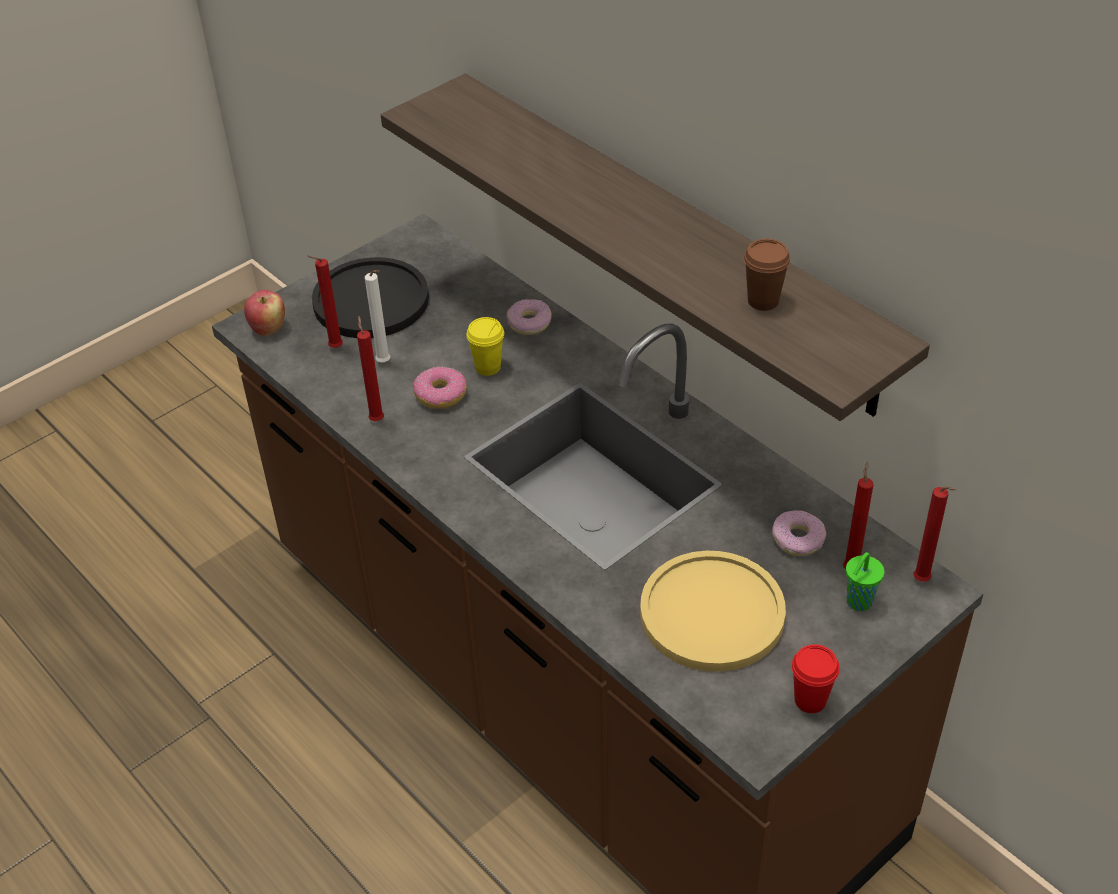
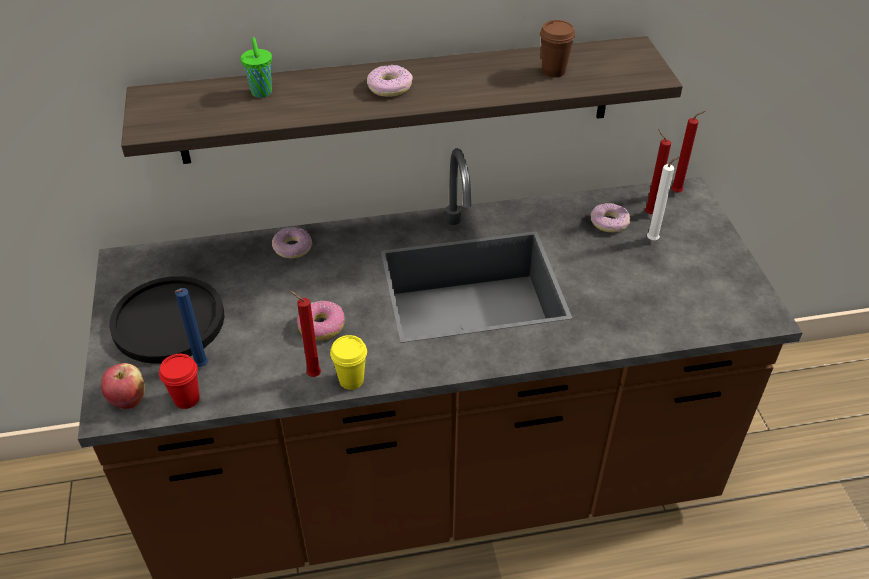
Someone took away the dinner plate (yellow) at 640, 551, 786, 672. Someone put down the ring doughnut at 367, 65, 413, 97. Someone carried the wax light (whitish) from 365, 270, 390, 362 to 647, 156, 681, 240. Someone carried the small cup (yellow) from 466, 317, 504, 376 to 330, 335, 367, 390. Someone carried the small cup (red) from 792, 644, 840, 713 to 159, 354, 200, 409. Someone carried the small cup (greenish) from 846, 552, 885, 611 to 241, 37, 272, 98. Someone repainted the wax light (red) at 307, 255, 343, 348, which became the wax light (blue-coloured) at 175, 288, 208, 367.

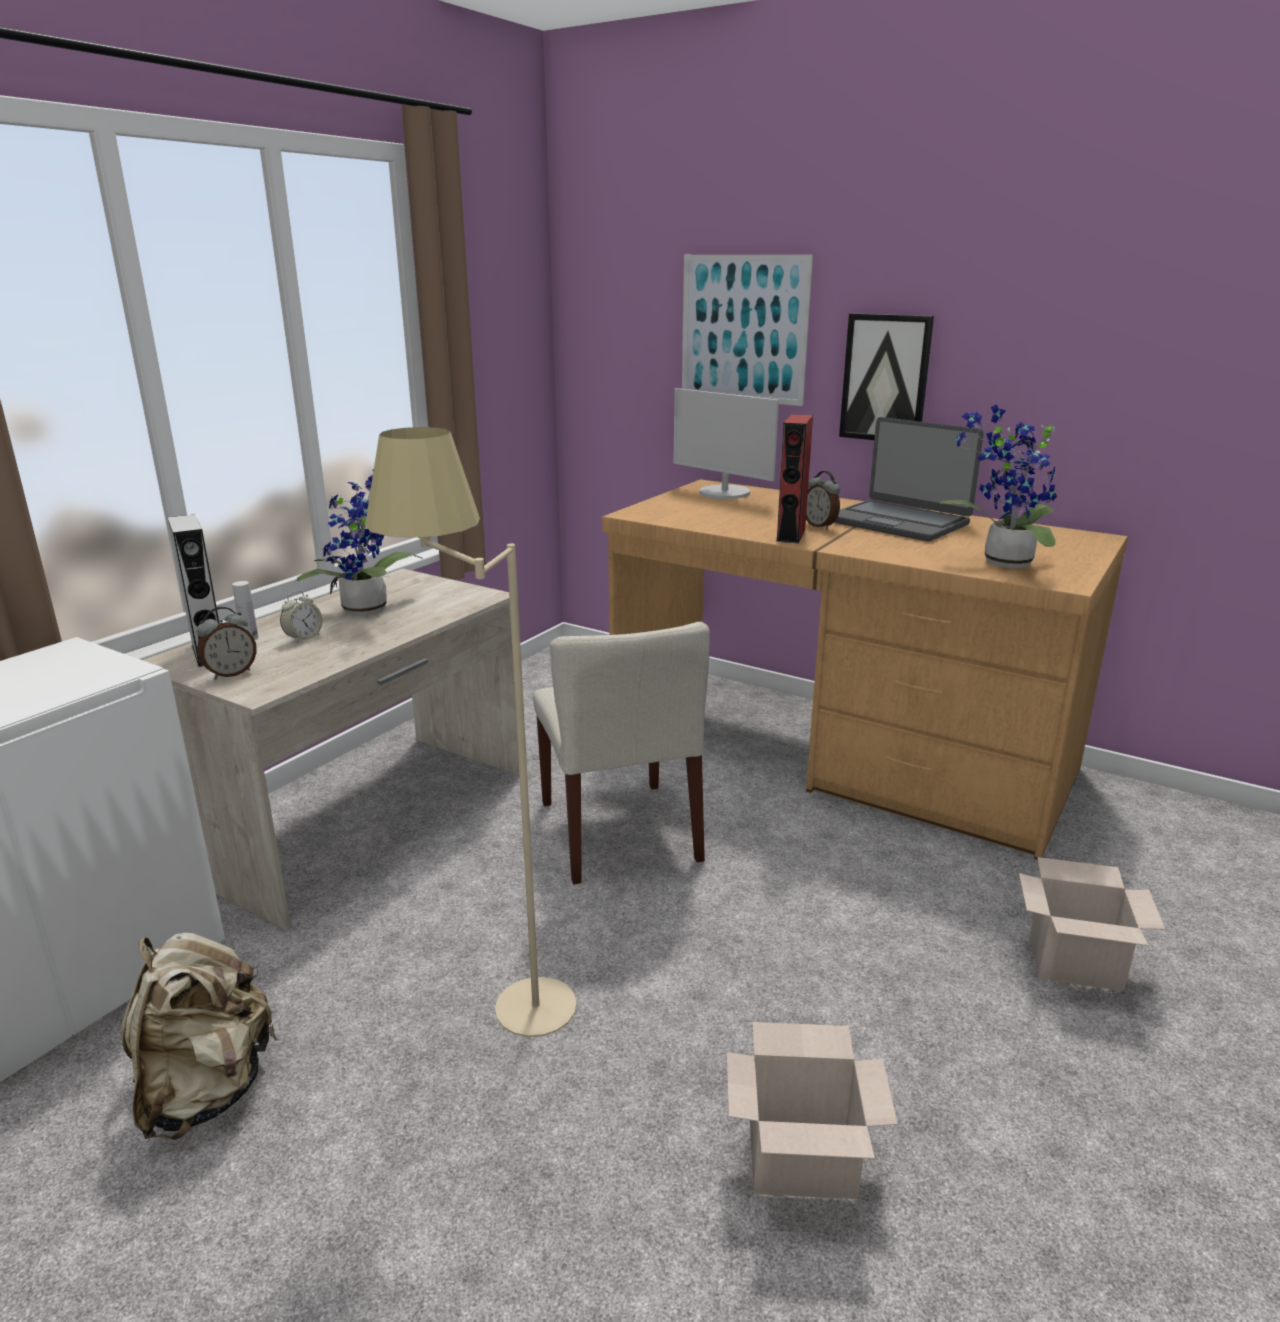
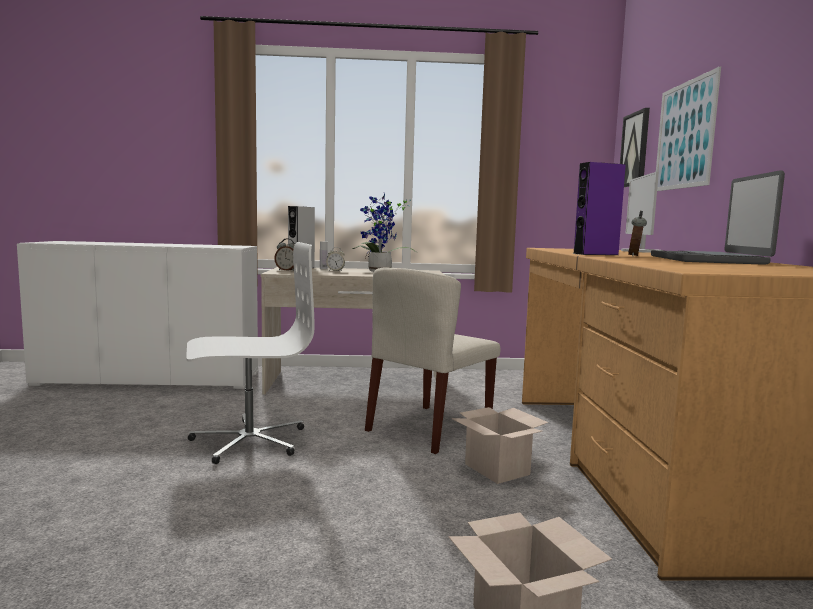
Someone took away the knapsack (beige-coloured) at 121, 932, 278, 1140. Someone took away the houseplant at 940, 404, 1057, 568. Someone carried the packing box from 727, 1022, 898, 1199 to 451, 407, 548, 484. Someone carried the wall picture from 839, 313, 934, 440 to 620, 108, 650, 187. Someone swapped the floor lamp (beige-coloured) at 365, 427, 577, 1037 for the office chair (whitish) at 186, 242, 314, 464. Someone repainted the audio speaker (red) at 776, 414, 813, 543, which became the audio speaker (purple-coloured) at 574, 162, 626, 255.

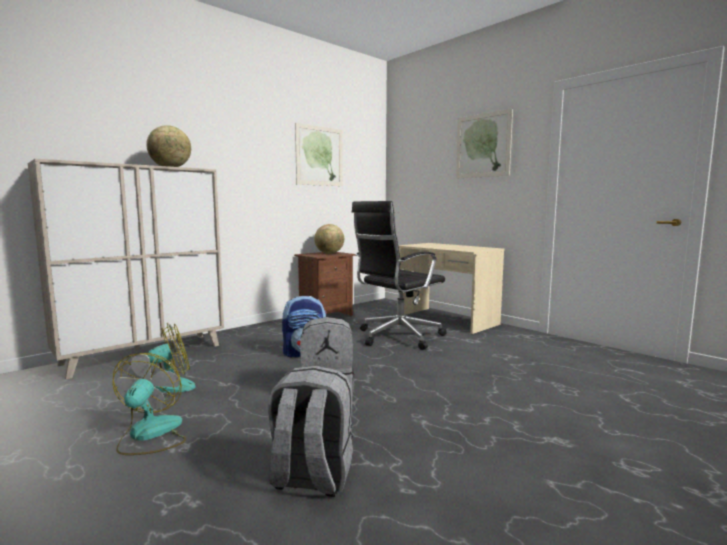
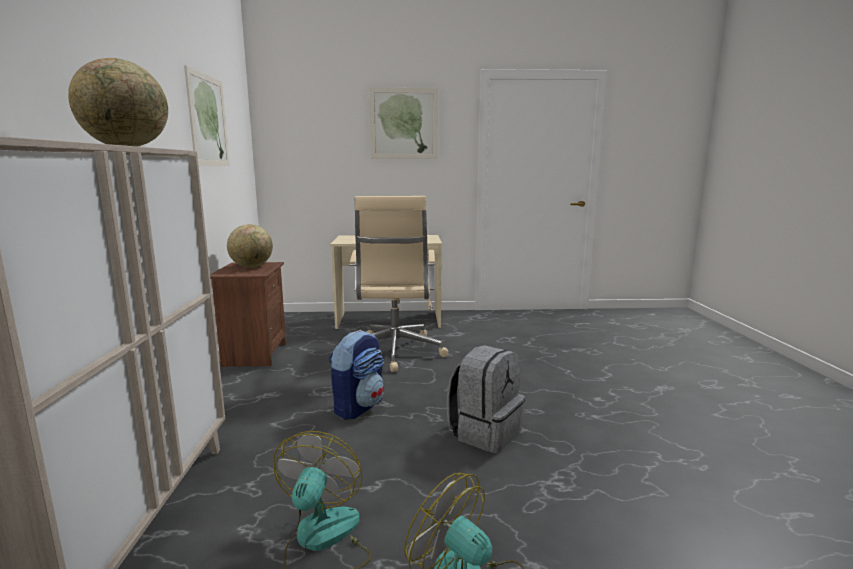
Someone took away the knapsack (gray) at 268, 366, 353, 497. Someone repainted the office chair (black) at 352, 201, 447, 350, which became the office chair (beige-coloured) at 349, 196, 448, 372.

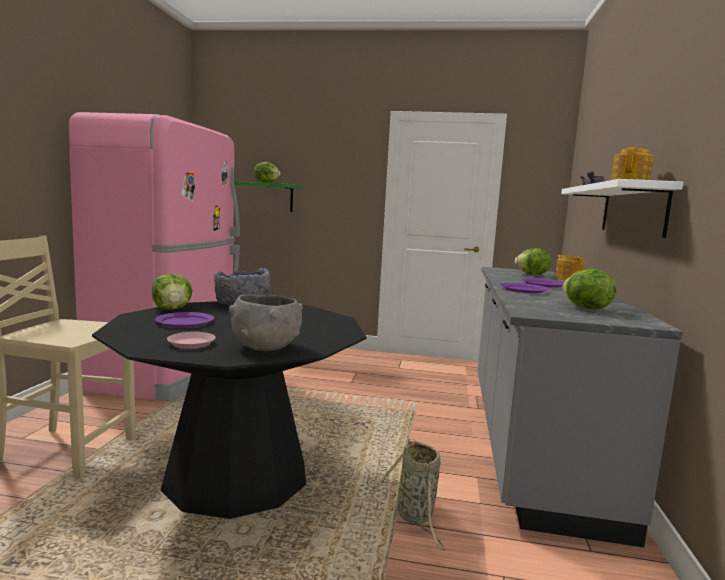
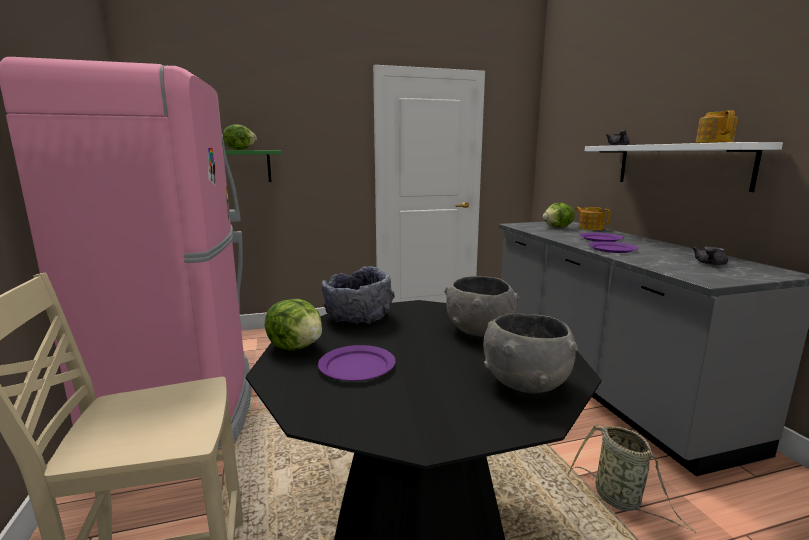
Someone took away the dinner plate (pink-coloured) at 167, 332, 216, 349. Someone put down the serving bowl (gray) at 444, 276, 519, 337. Someone swapped the lettuce head at 563, 269, 616, 309 for the pot for tea (gray) at 692, 246, 728, 265.

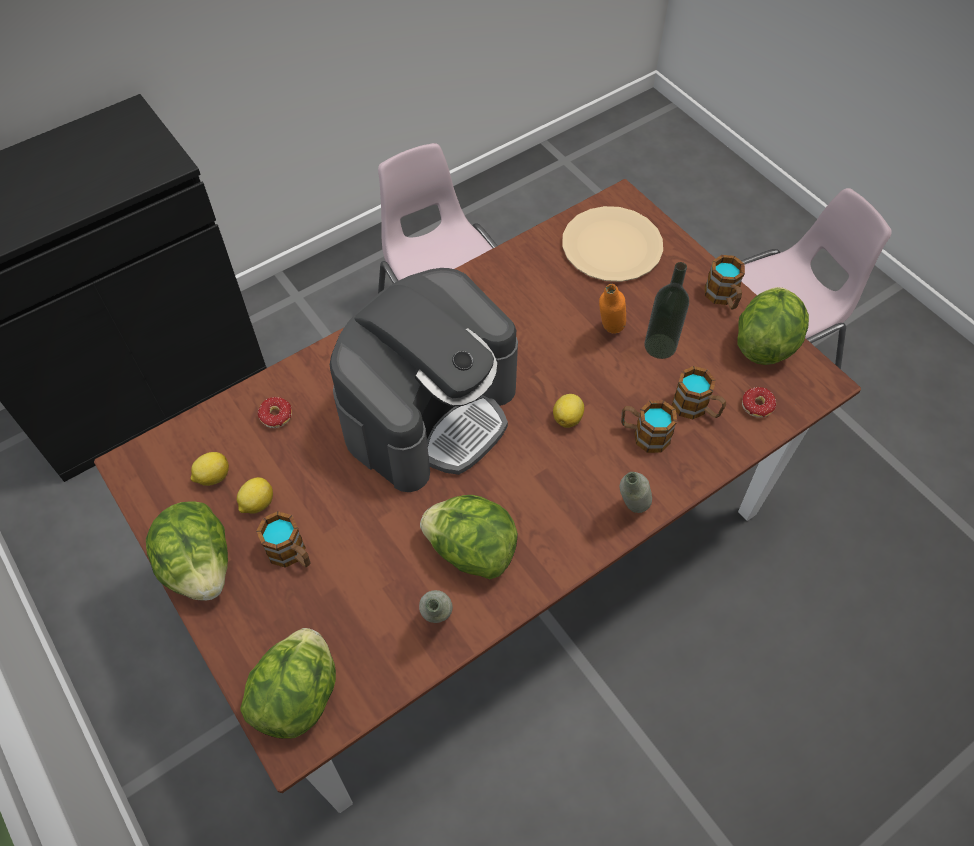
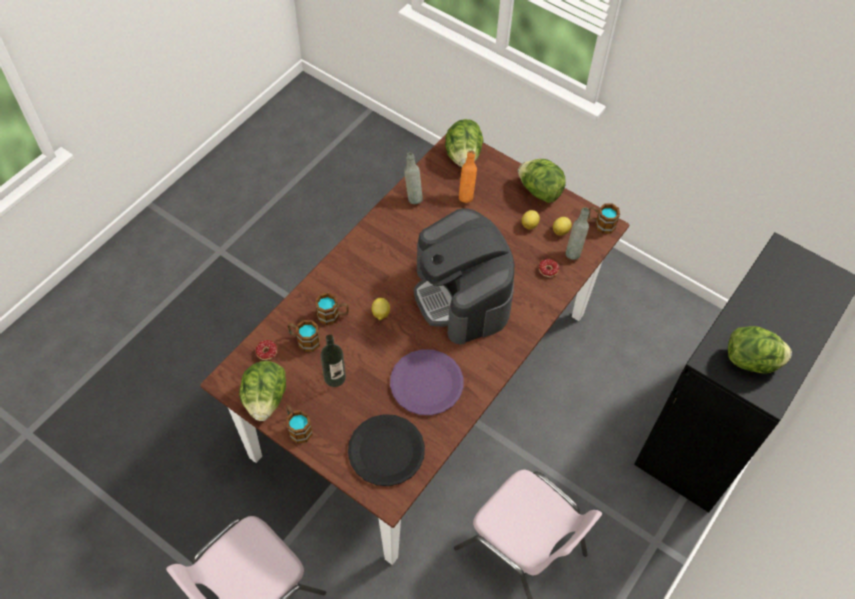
Someone put down the dinner plate (purple-coloured) at 390, 349, 463, 415. Someone carried the mug from 256, 511, 311, 567 to 588, 203, 620, 234. Someone carried the lettuce head from 420, 495, 518, 579 to 728, 326, 792, 373. Someone carried the beverage bottle (orange-coloured) from 599, 284, 626, 334 to 459, 150, 477, 203. Someone carried the beverage bottle (gray) from 620, 472, 652, 513 to 566, 207, 589, 260. Someone repainted the dinner plate (beige-coloured) at 562, 206, 663, 282, which became the dinner plate (black) at 348, 414, 425, 486. Someone rotated the coffee machine at 330, 268, 518, 492 by 45 degrees counterclockwise.

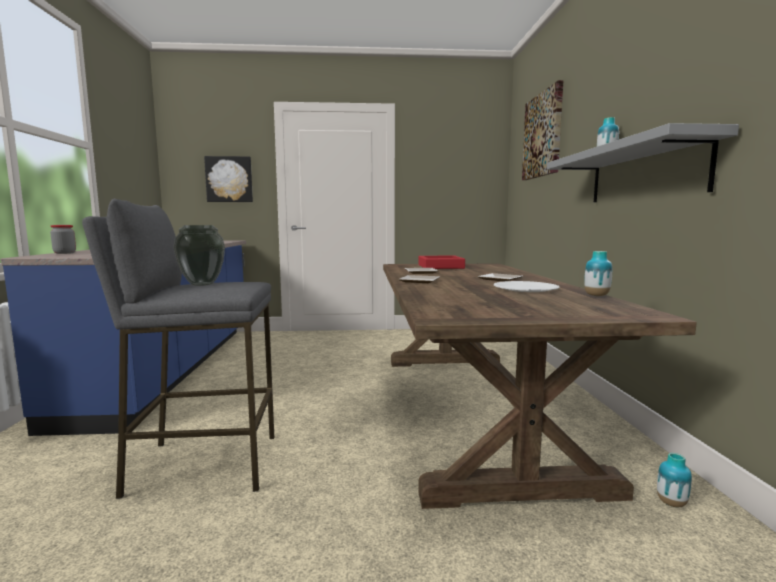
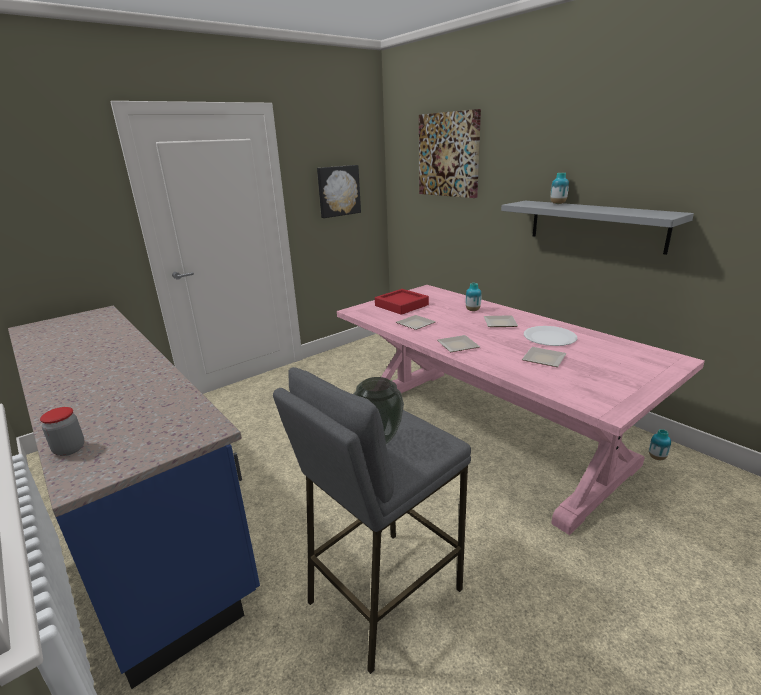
Someone put down the dinner plate at 522, 347, 567, 367. Someone carried the wall picture from 204, 156, 253, 202 to 317, 165, 361, 218. Someone carried the decorative vase from 584, 251, 612, 296 to 466, 283, 481, 311. Someone repainted the kitchen table (brownish) at 383, 264, 697, 509, which became the kitchen table (pink-coloured) at 337, 285, 705, 535.

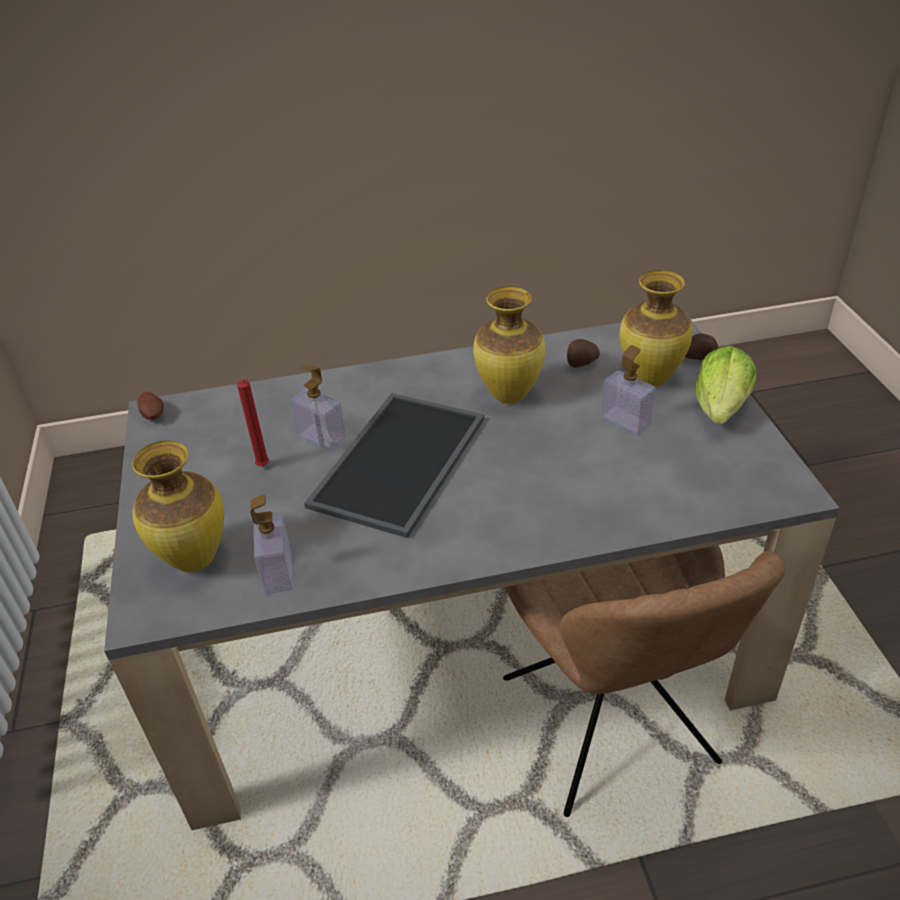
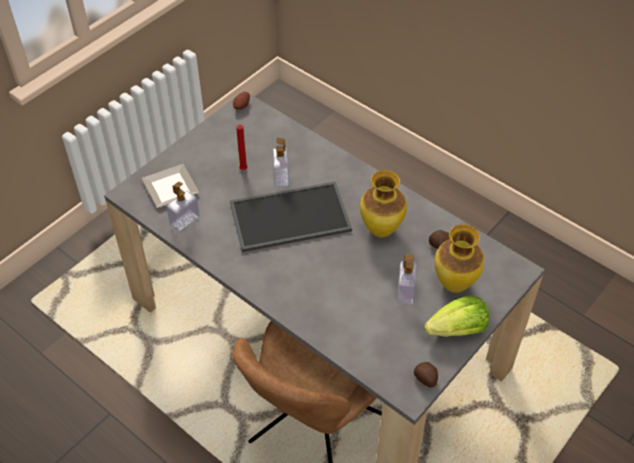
Someone carried the potato from 685, 333, 718, 360 to 414, 362, 438, 387. Someone swapped the decorative vase at 132, 440, 224, 572 for the dinner plate at 142, 164, 199, 208.

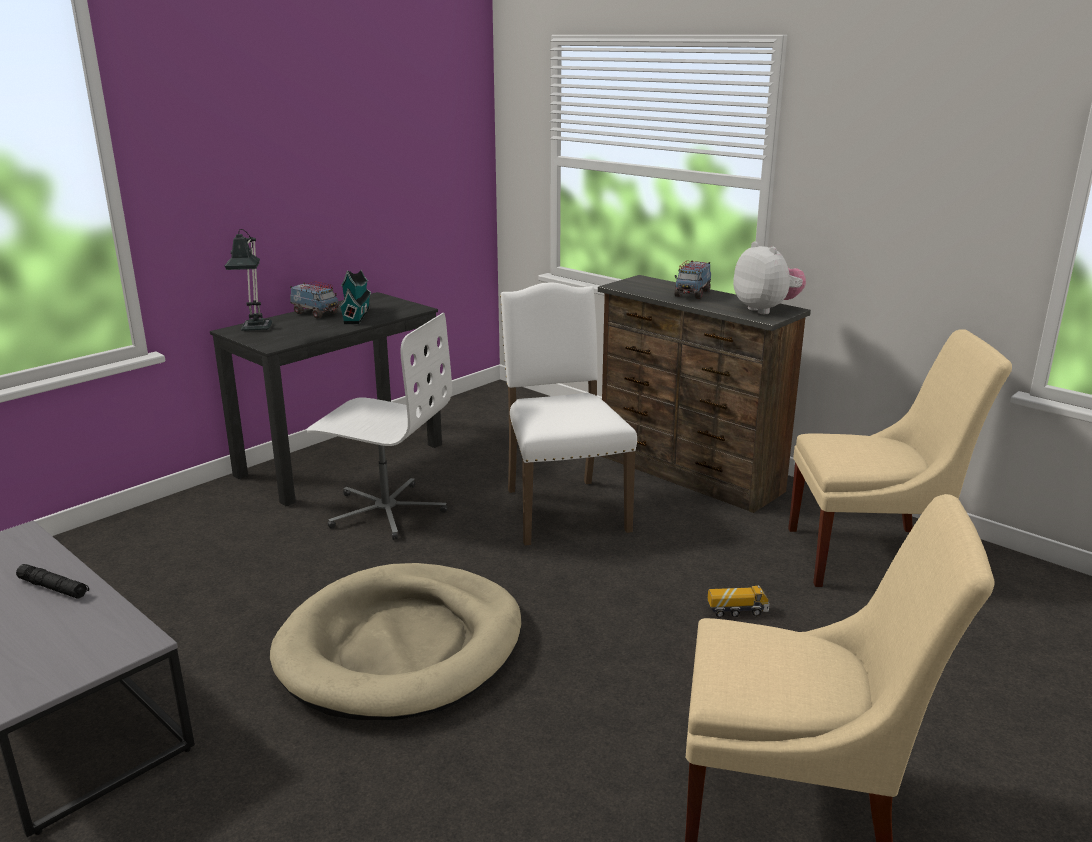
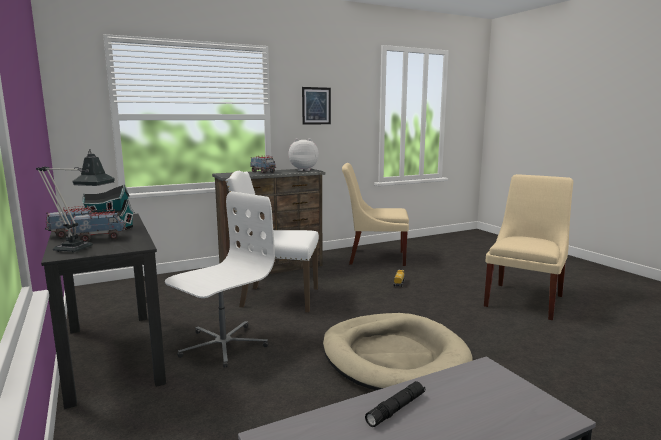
Someone put down the toy lorry at 71, 209, 127, 242. Someone put up the wall picture at 302, 87, 331, 125. Someone rotated the plain chair (beige-coloured) at 788, 329, 1012, 587 by 105 degrees counterclockwise.

